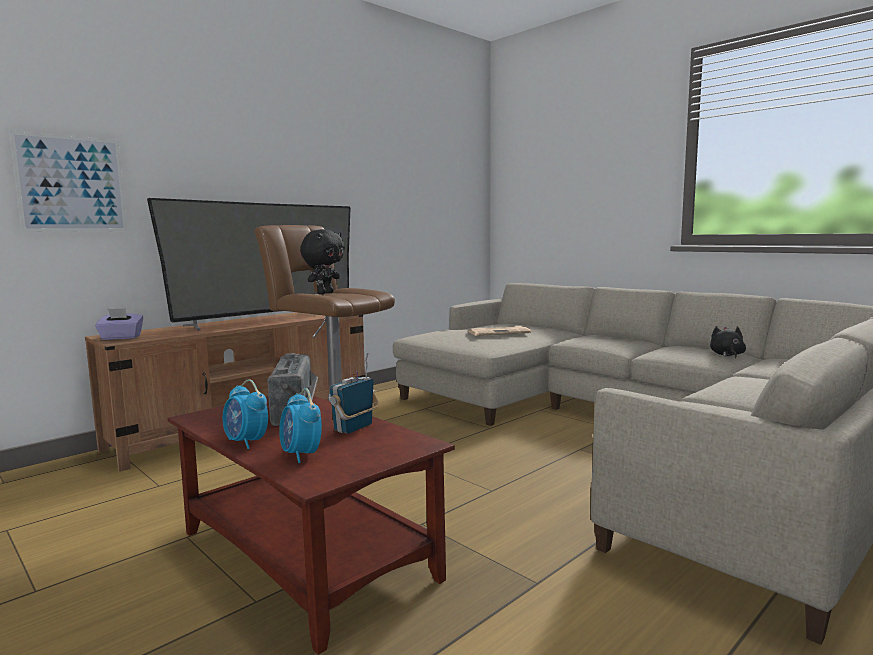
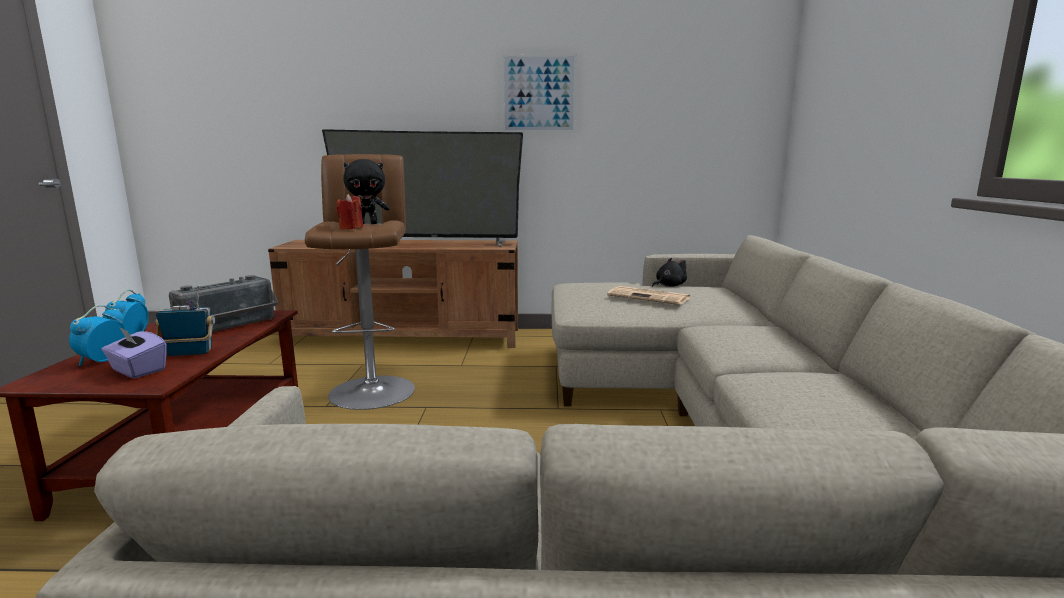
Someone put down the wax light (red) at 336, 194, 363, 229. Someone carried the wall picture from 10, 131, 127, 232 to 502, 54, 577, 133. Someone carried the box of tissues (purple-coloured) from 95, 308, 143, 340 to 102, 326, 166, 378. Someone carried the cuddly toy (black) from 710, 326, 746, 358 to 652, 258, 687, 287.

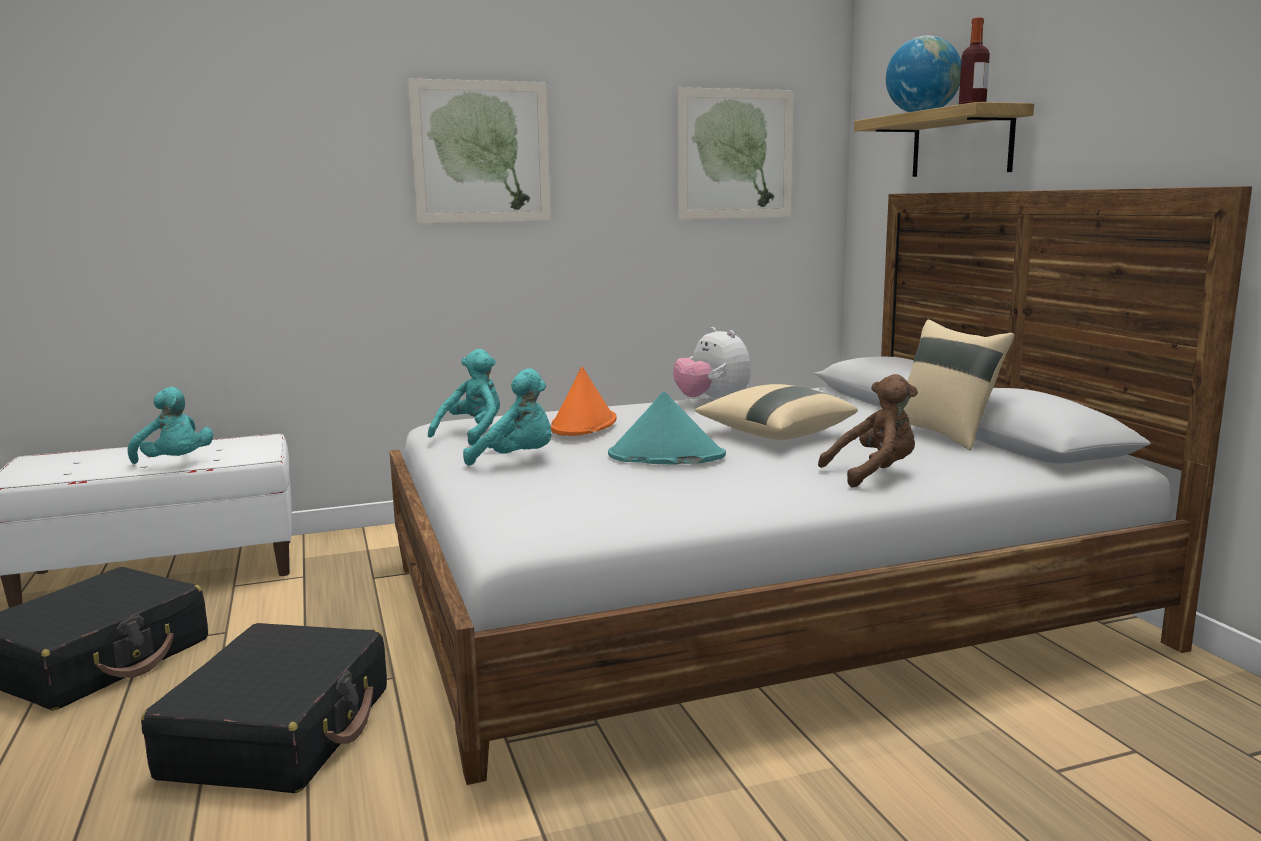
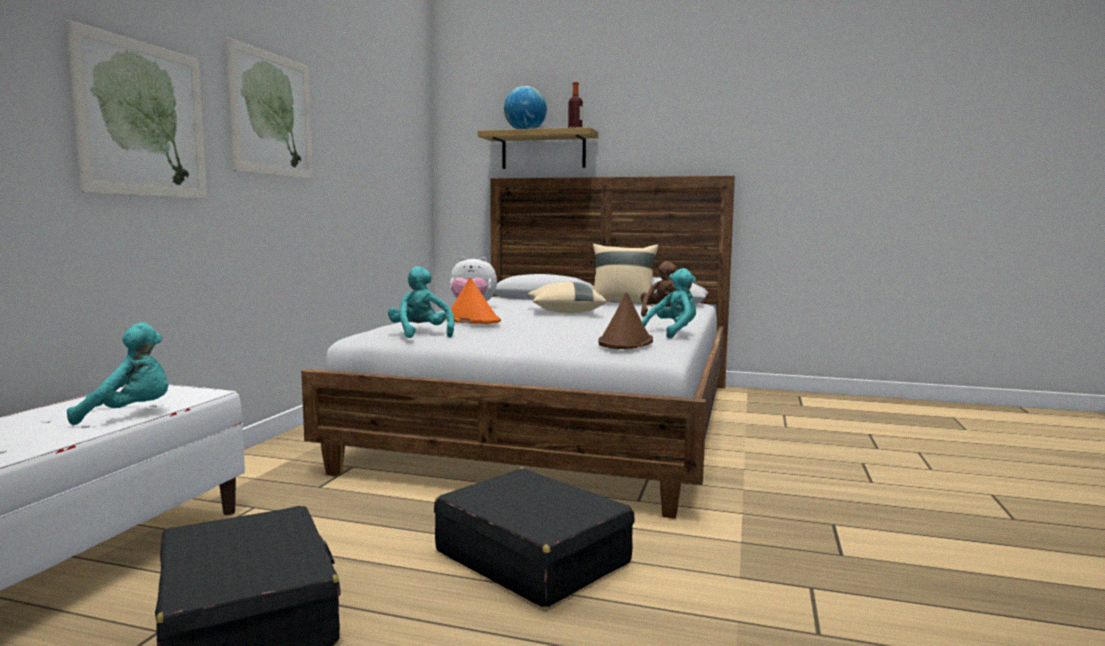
Someone took away the clothing hat (blue-green) at 608, 392, 726, 465. Someone put down the clothing hat (brownish) at 598, 292, 653, 349. Someone carried the cuddly toy (blue-green) from 463, 368, 552, 466 to 642, 268, 696, 339. Someone carried the wall picture from 678, 87, 794, 220 to 66, 20, 207, 199.

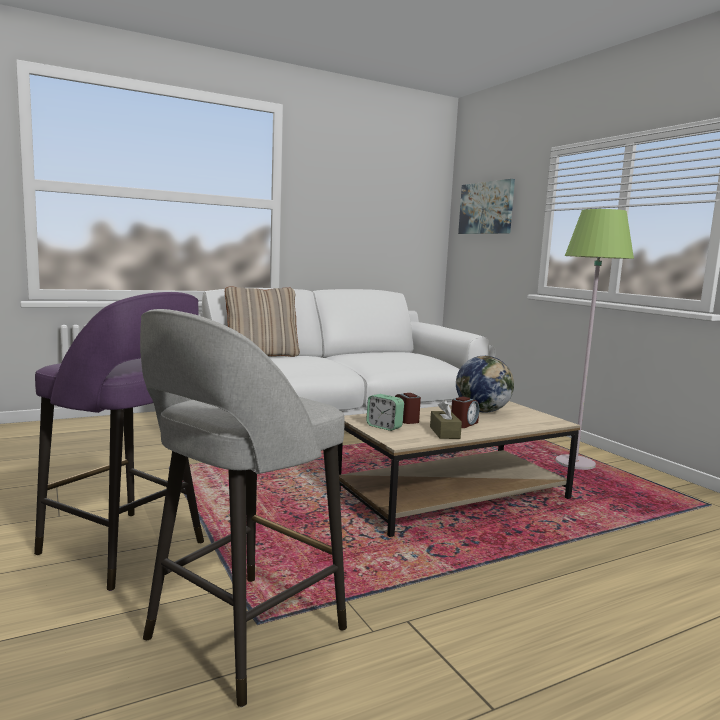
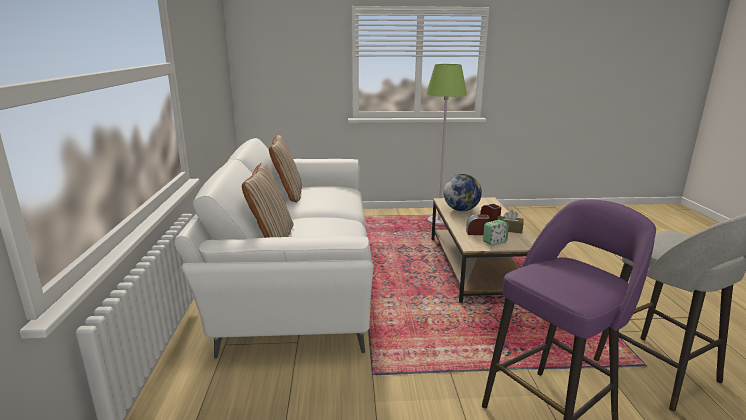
Someone took away the wall picture at 458, 179, 515, 234. Someone put down the cushion (beige-coloured) at 269, 135, 302, 203.

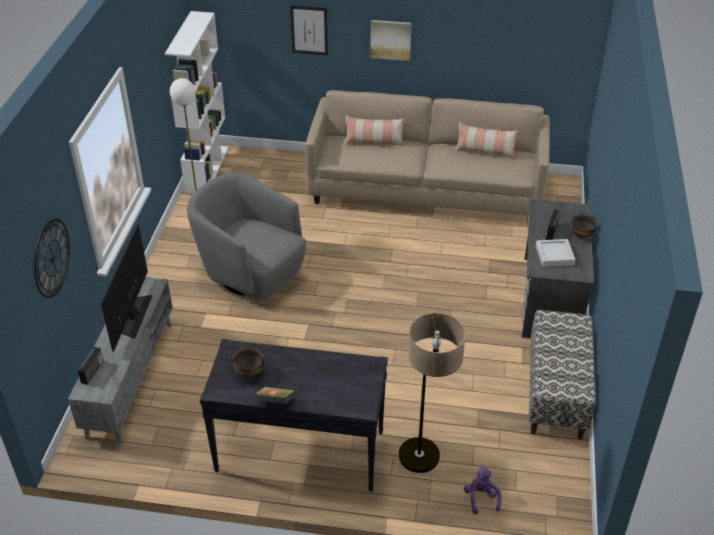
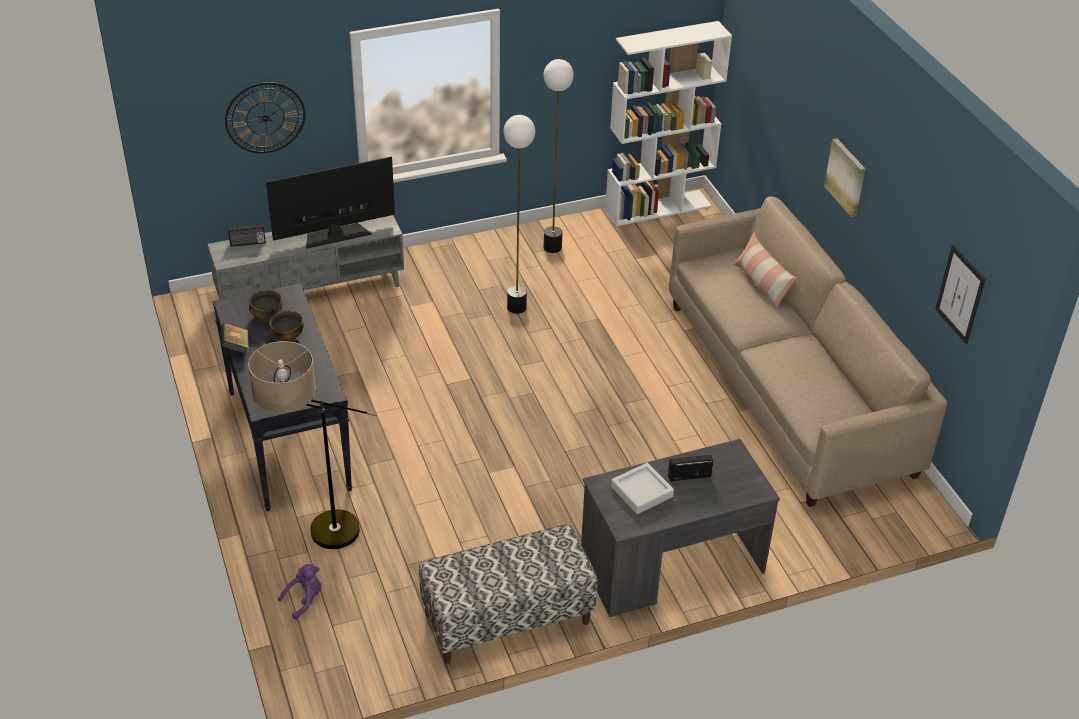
Someone took away the cushion at 455, 122, 518, 159. Someone carried the wall picture from 290, 5, 328, 56 to 935, 245, 986, 344. Someone carried the serving bowl from 570, 214, 597, 238 to 269, 310, 304, 341. Someone swapped the easy chair (gray) at 187, 173, 306, 301 for the floor lamp at 503, 115, 535, 314.

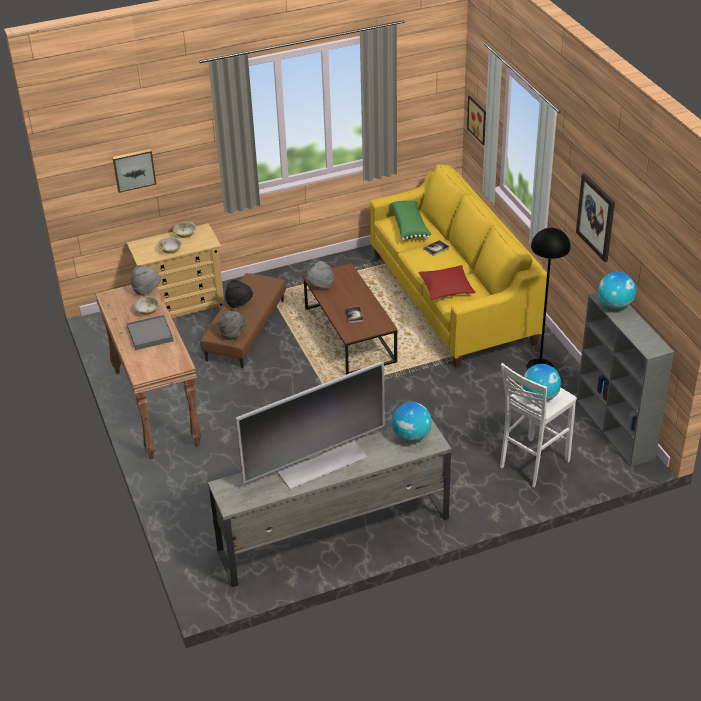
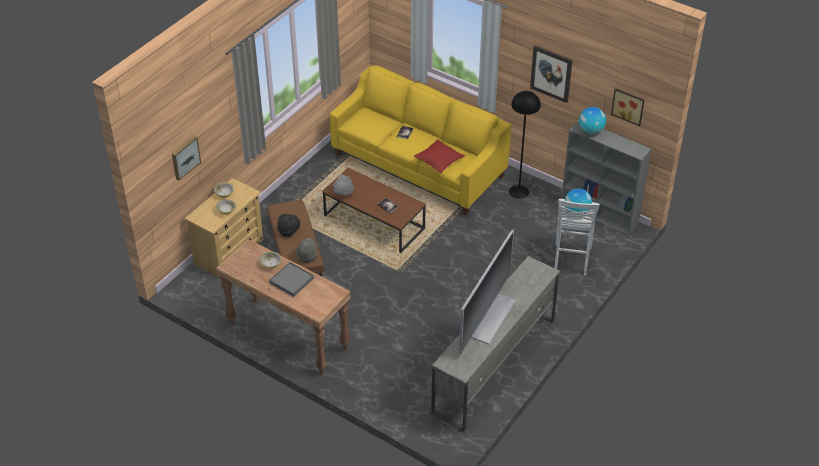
Someone took away the clothing hat (gray) at 131, 265, 161, 296. Someone took away the cushion (greenish) at 390, 201, 432, 241. Someone took away the world globe at 392, 402, 432, 442. Someone carried the wall picture from 467, 96, 486, 145 to 611, 88, 644, 126.

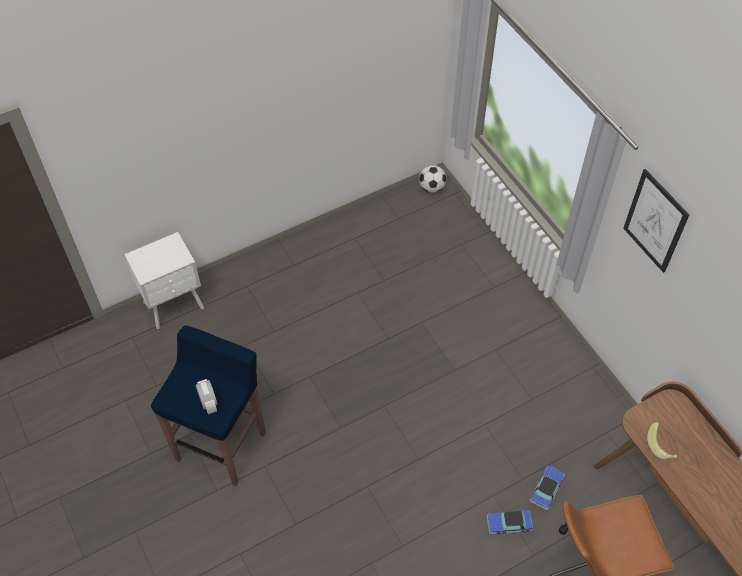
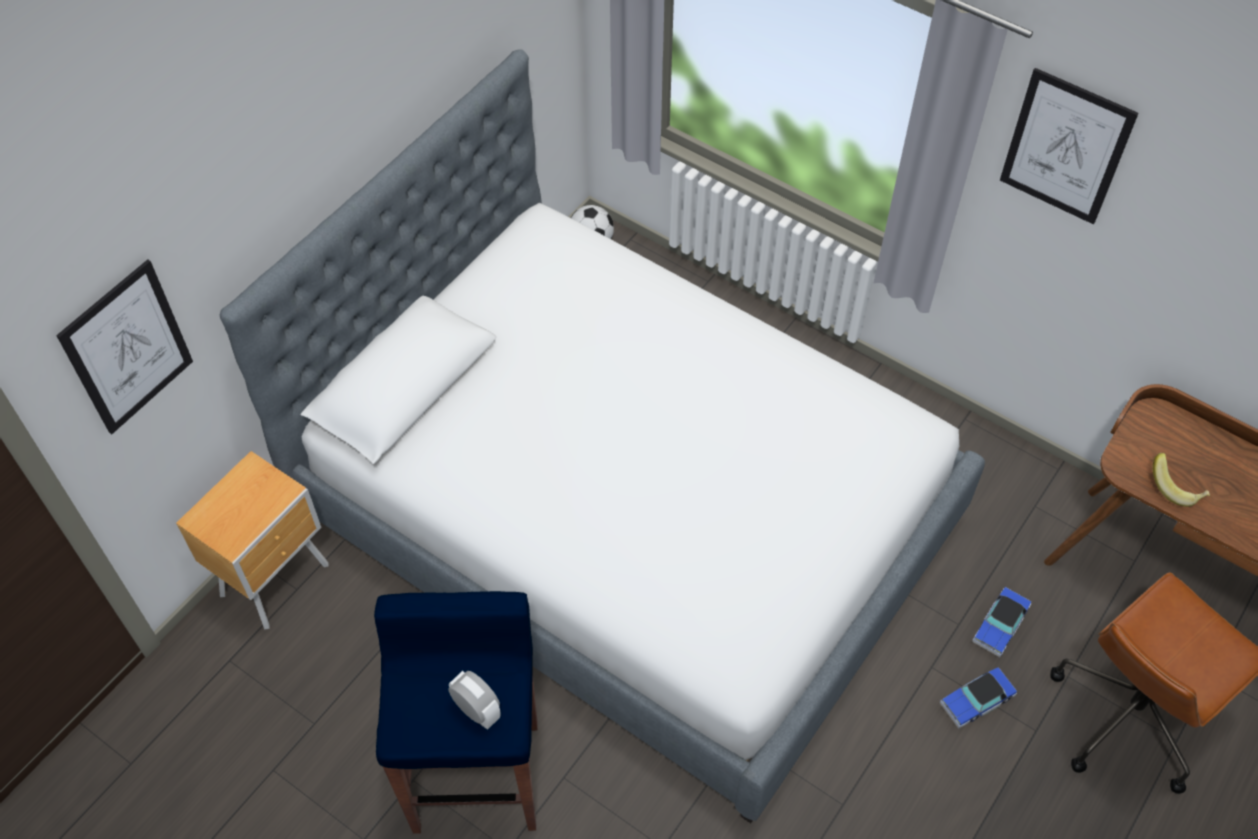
Someone put up the wall picture at 56, 259, 193, 434. Someone put down the bed at 220, 49, 985, 823. Someone repainted the night table (whitish) at 124, 232, 204, 329, which became the night table (brownish) at 176, 451, 328, 629. Someone rotated the toy car at 530, 465, 565, 510 by 150 degrees counterclockwise.

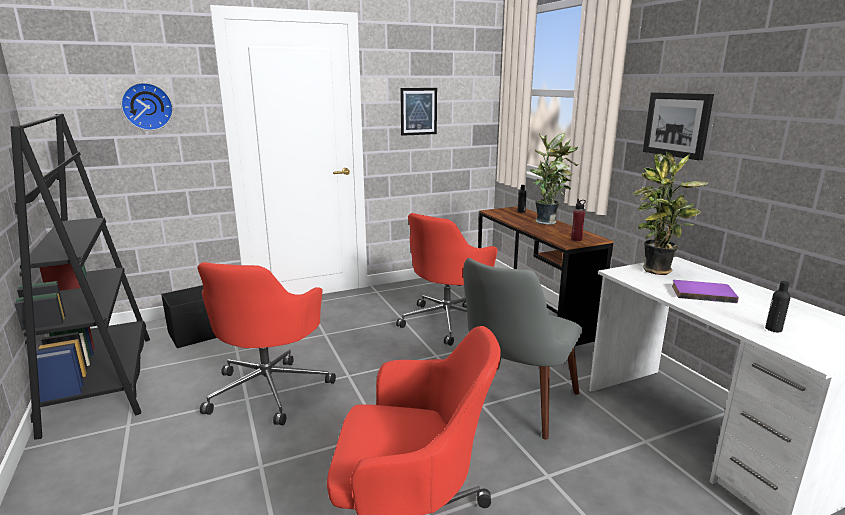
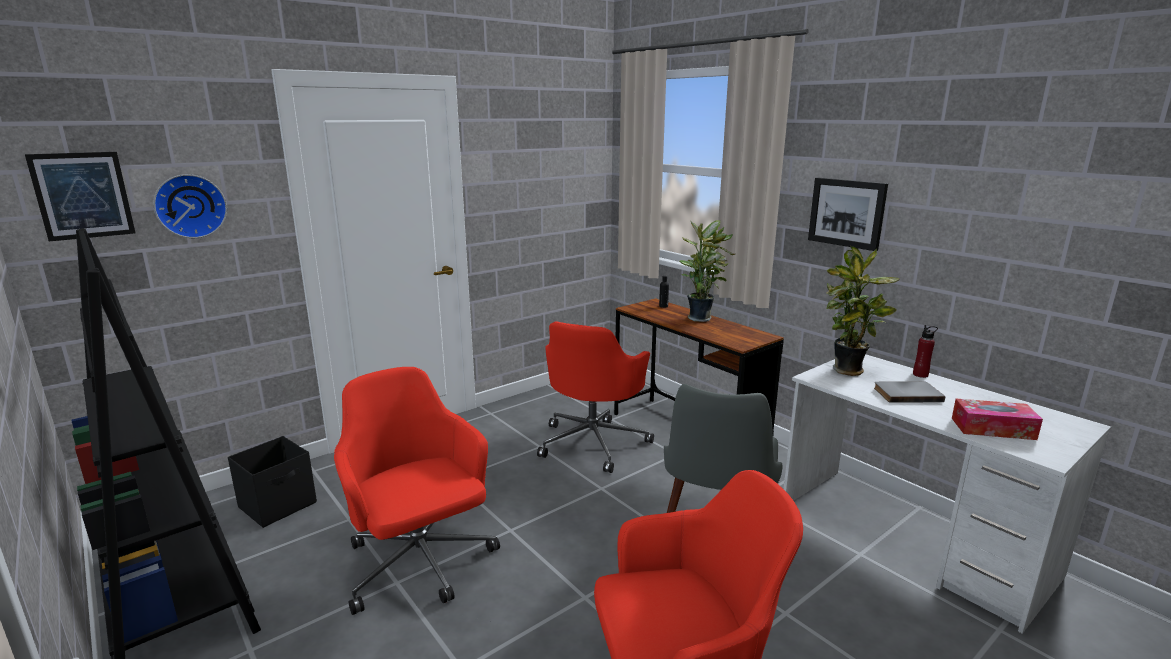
Someone carried the wall picture from 400, 88, 437, 136 to 25, 152, 135, 241. Someone carried the beverage bottle (red) from 571, 199, 586, 241 to 913, 325, 938, 378. Someone swapped the beverage bottle (black) at 765, 281, 791, 332 for the box of tissues at 952, 399, 1043, 440. Someone repainted the volume (purple-coloured) at 672, 280, 739, 303, which became the volume (gray) at 874, 381, 946, 403. Someone rotated the office chair (red) at 198, 262, 336, 425 by 150 degrees clockwise.

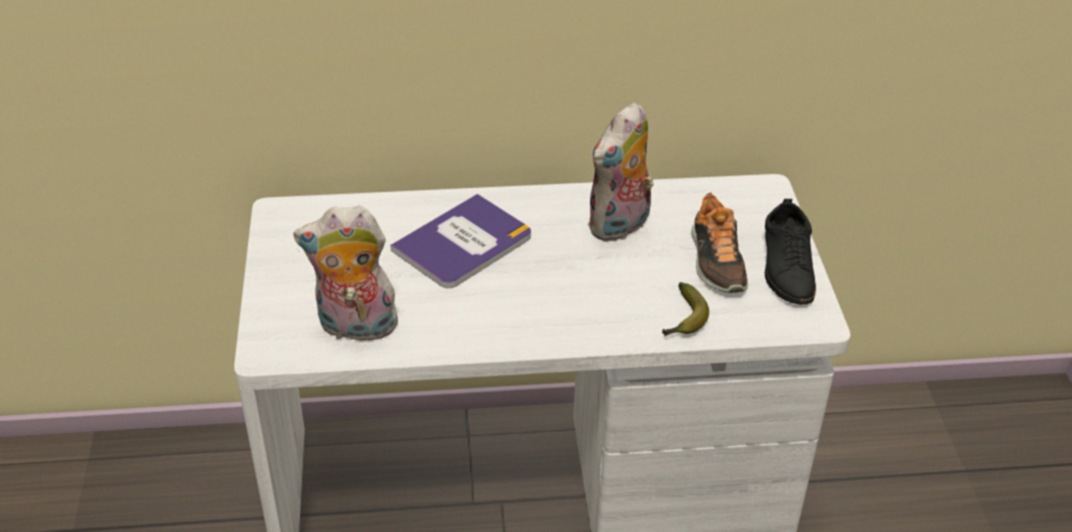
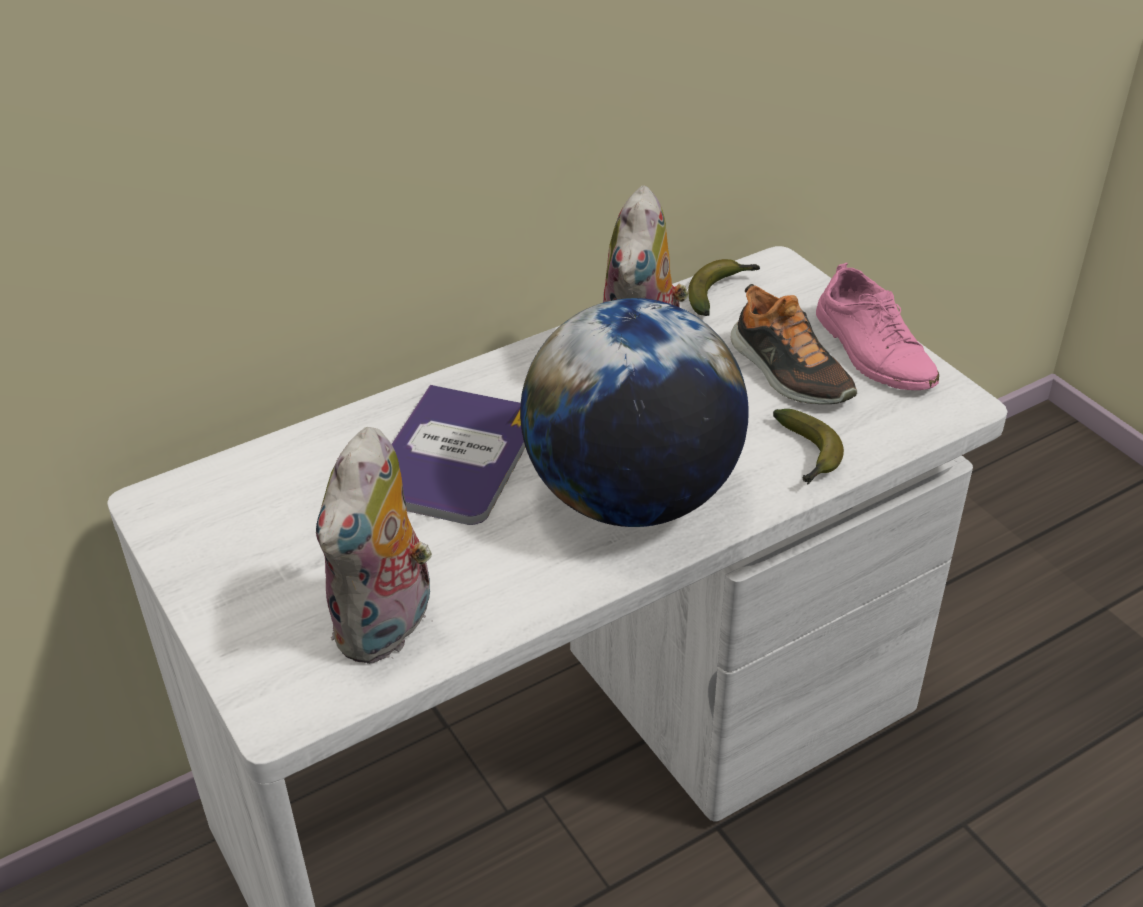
Someone put down the world globe at 520, 298, 749, 527. Someone put down the banana fruit at 688, 259, 760, 316. Someone repainted the low shoe (black) at 765, 199, 816, 304, which became the low shoe (pink-coloured) at 816, 263, 939, 390. Someone rotated the cuddly toy at 293, 206, 400, 341 by 45 degrees counterclockwise.

